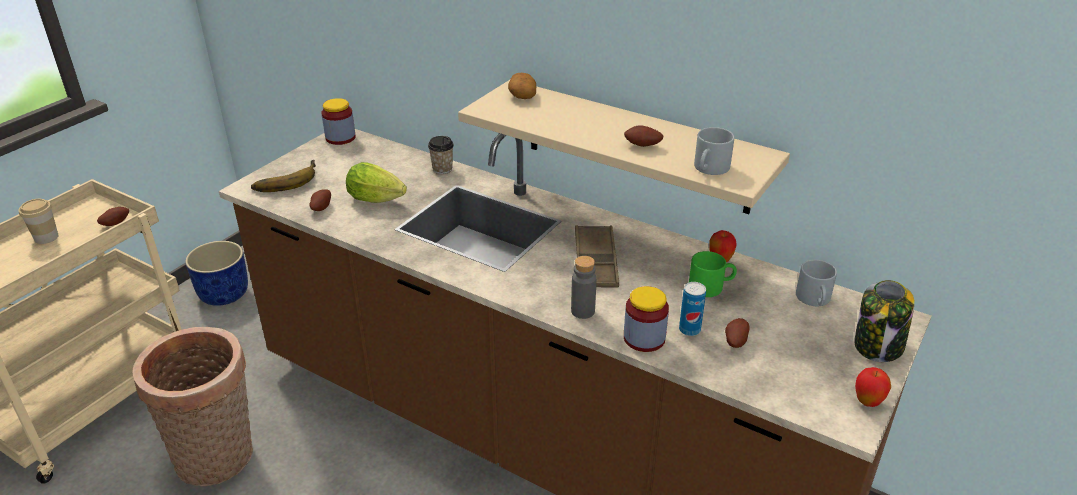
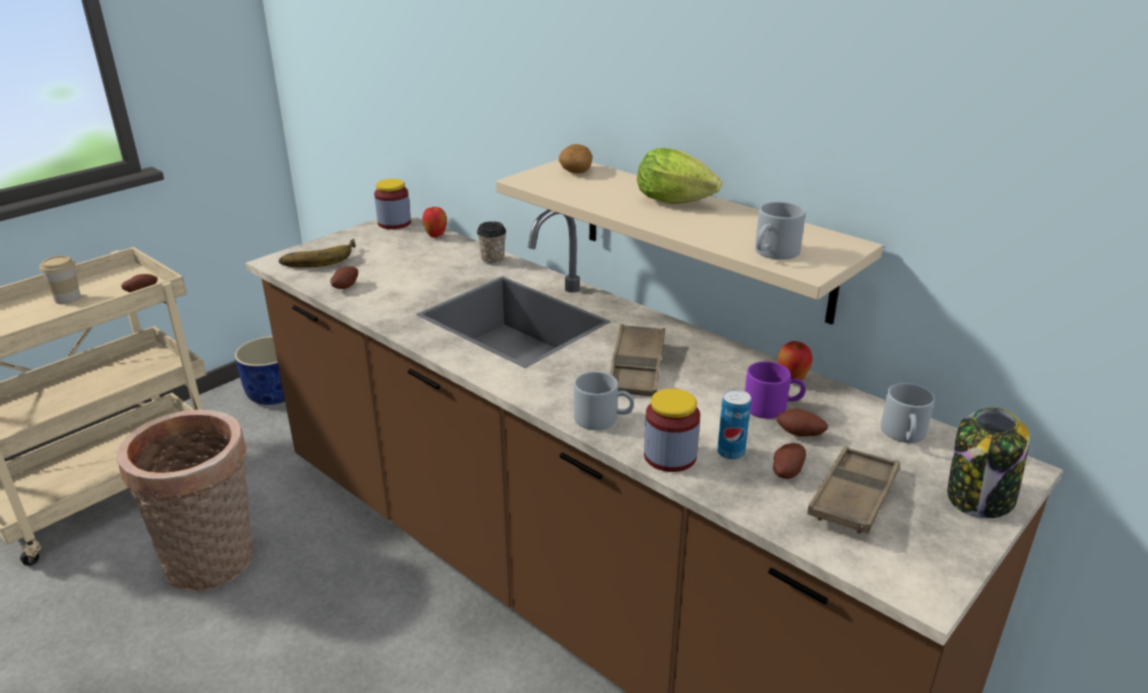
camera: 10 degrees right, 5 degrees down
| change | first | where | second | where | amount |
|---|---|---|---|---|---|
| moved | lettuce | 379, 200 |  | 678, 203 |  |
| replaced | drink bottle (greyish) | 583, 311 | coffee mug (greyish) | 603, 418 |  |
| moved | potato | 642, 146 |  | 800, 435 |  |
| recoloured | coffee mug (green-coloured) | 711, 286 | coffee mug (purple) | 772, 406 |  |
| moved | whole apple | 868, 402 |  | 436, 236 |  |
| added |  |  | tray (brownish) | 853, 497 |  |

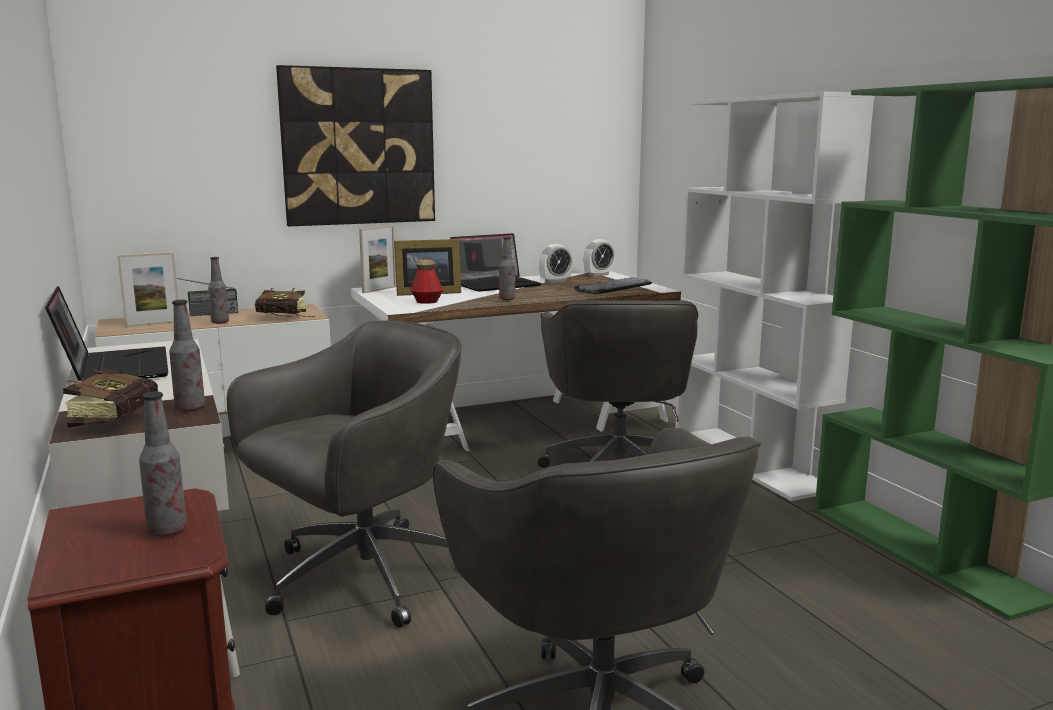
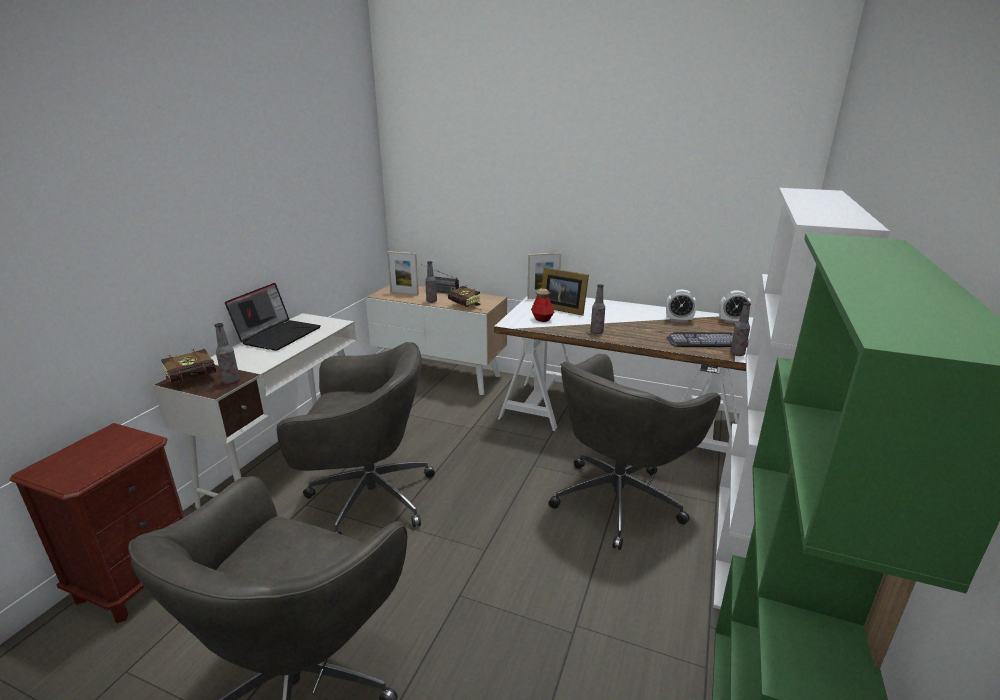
camera: 45 degrees right, 10 degrees up
| change | first | where | second | where | amount |
|---|---|---|---|---|---|
| moved | drink bottle | 167, 531 |  | 737, 354 |  |
| removed | picture | 358, 147 |  |  |  |
| removed | portable computer | 496, 284 |  |  |  |

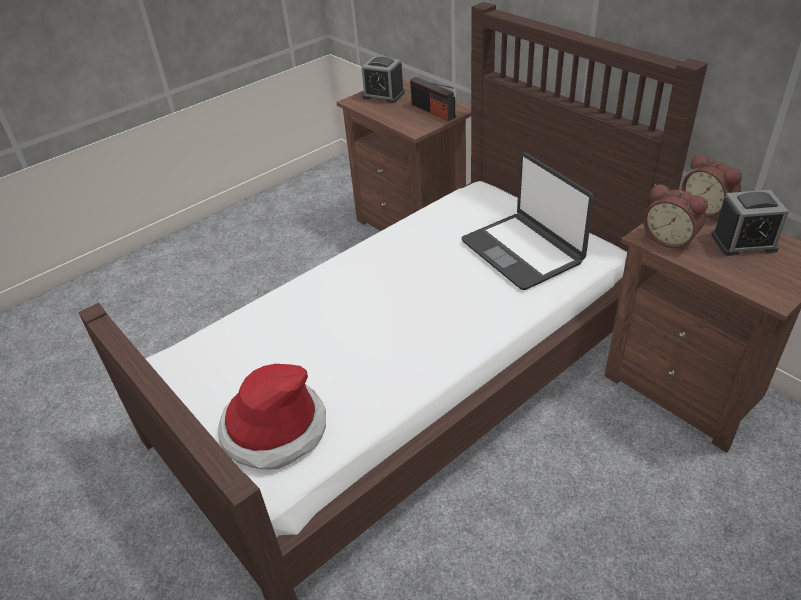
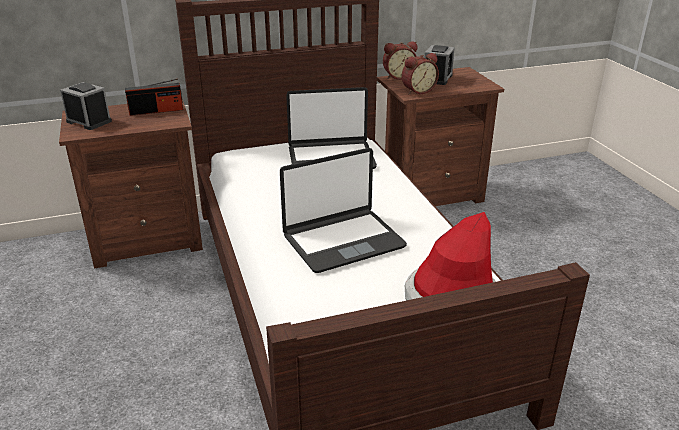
camera: 70 degrees left, 10 degrees down
| change | first | where | second | where | amount |
|---|---|---|---|---|---|
| turned | table clock | 383, 95 |  | 89, 121 | 105 degrees counterclockwise |
| added |  |  | portable computer | 343, 241 |  |

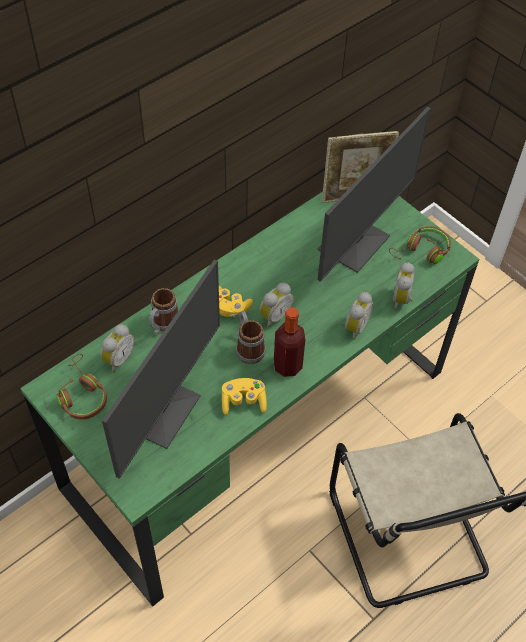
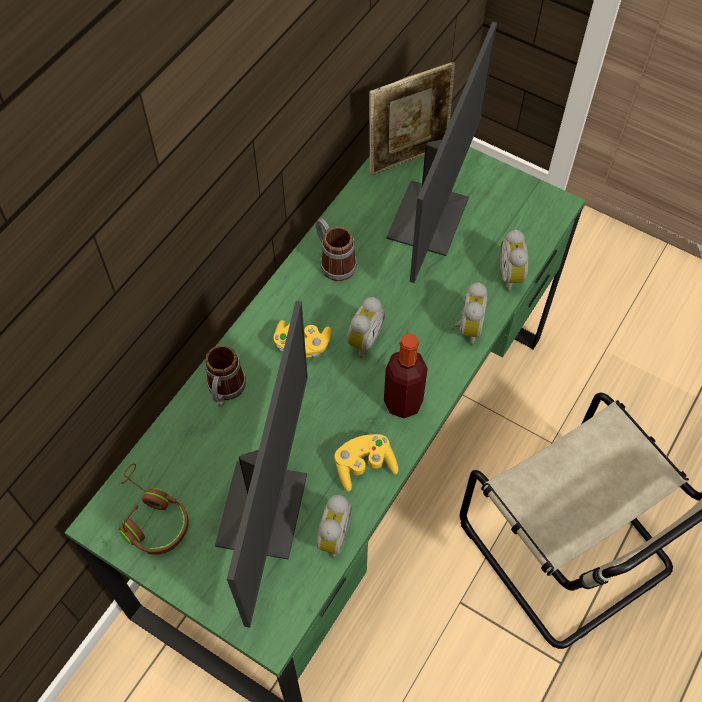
camera: 15 degrees left, 5 degrees up
| change | first | where | second | where | amount |
|---|---|---|---|---|---|
| moved | table clock | 118, 359 |  | 331, 536 |  |
| moved | coffee mug | 248, 347 |  | 334, 262 |  |
| removed | pair of headphones (brownish) | 421, 252 |  |  |  |

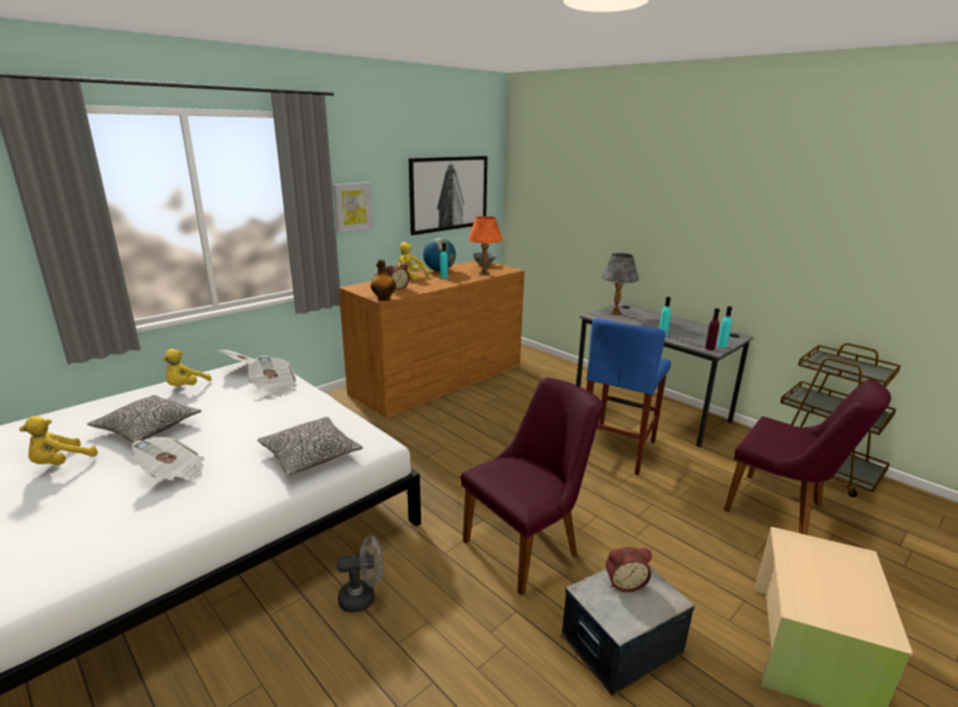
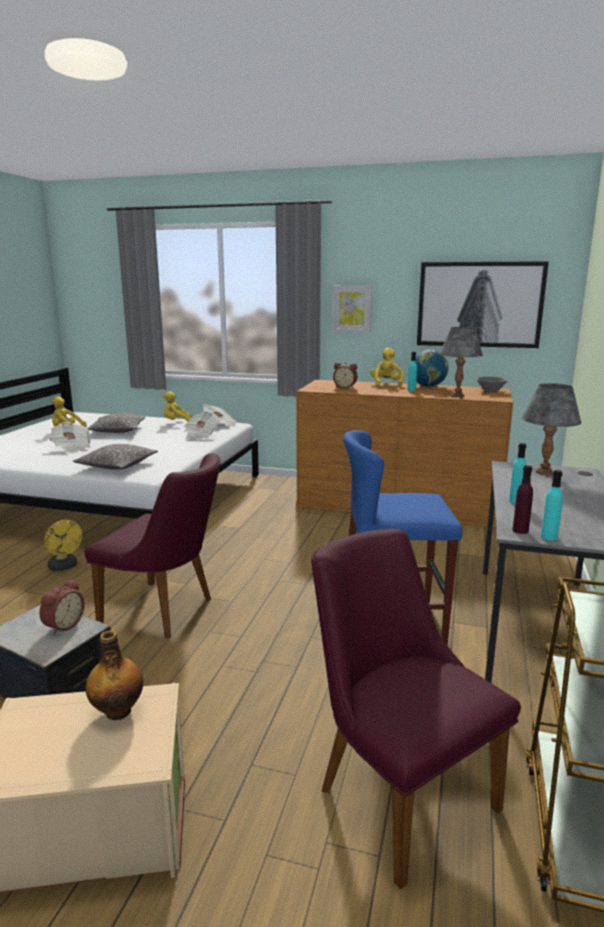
camera: 60 degrees right, 5 degrees down
| change | first | where | second | where | amount |
|---|---|---|---|---|---|
| recoloured | electric fan (greyish) | 363, 598 | electric fan (yellowish) | 65, 567 |  |
| moved | drink bottle | 383, 298 |  | 118, 710 |  |
| recoloured | tabletop lamp (orange-coloured) | 484, 273 | tabletop lamp (greyish) | 458, 395 |  |
| turned | table clock | 624, 583 |  | 62, 625 | 120 degrees counterclockwise |
| turned | plain chair (purple) | 783, 510 |  | 395, 789 | 135 degrees clockwise |

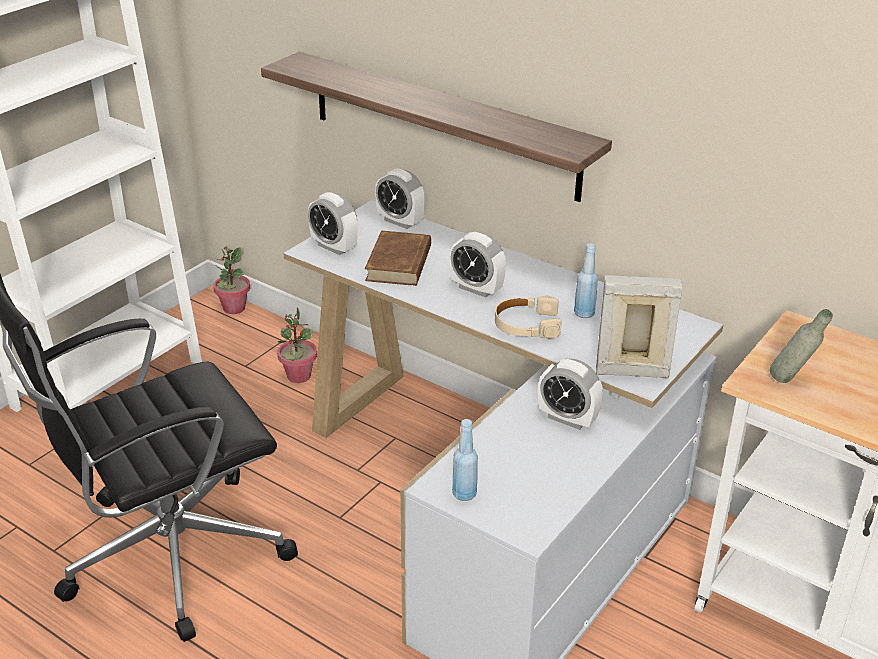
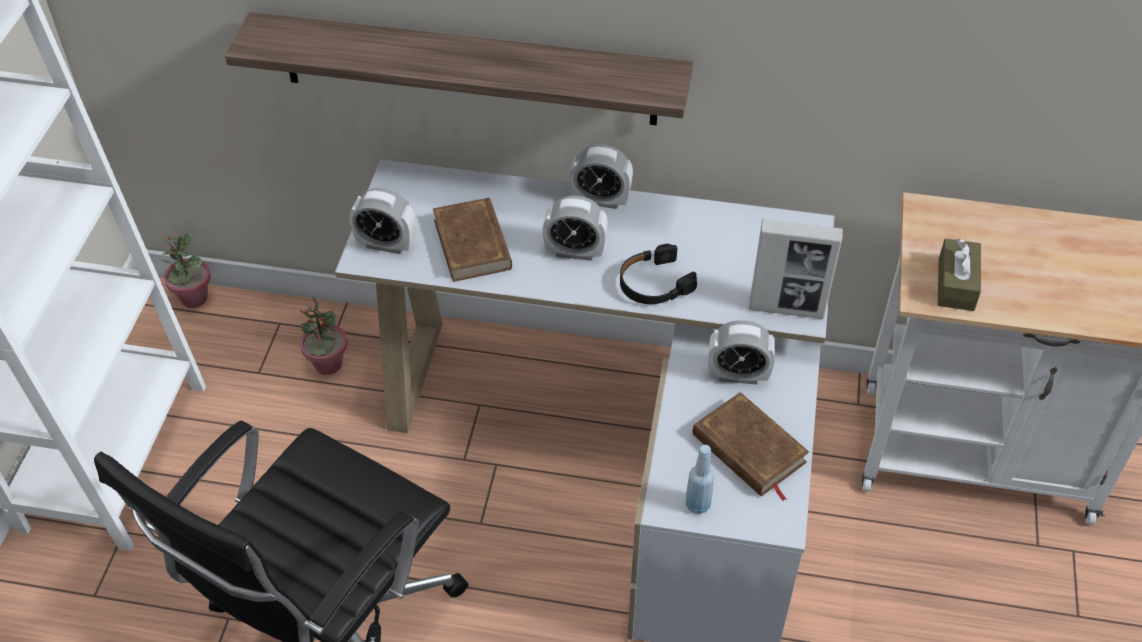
camera: 25 degrees left, 15 degrees up
| change | first | where | second | where | amount |
|---|---|---|---|---|---|
| moved | table clock | 400, 221 |  | 600, 200 |  |
| recoloured | pair of headphones (beige) | 526, 325 | pair of headphones (blackish) | 654, 284 |  |
| removed | drink bottle (blue-coloured) | 584, 313 |  |  |  |
| turned | photo frame | 631, 372 |  | 787, 309 | 150 degrees counterclockwise |
| replaced | drink bottle (greyish) | 791, 382 | box of tissues (brownish) | 956, 284 |  |
| added |  |  | bound book (brownish) | 748, 449 |  |

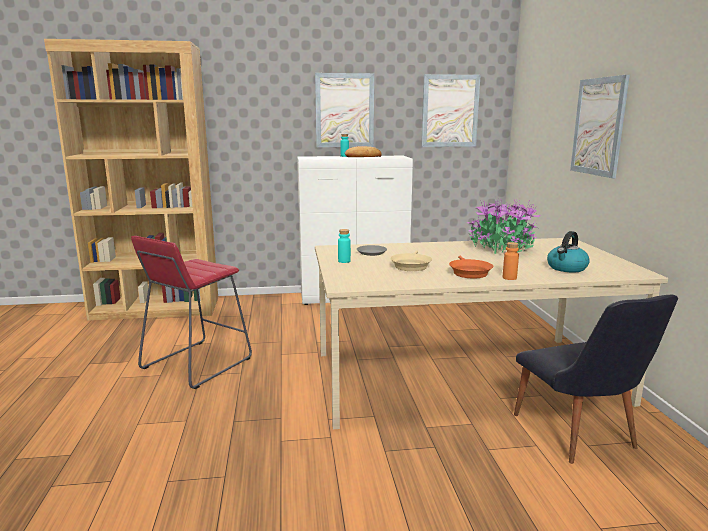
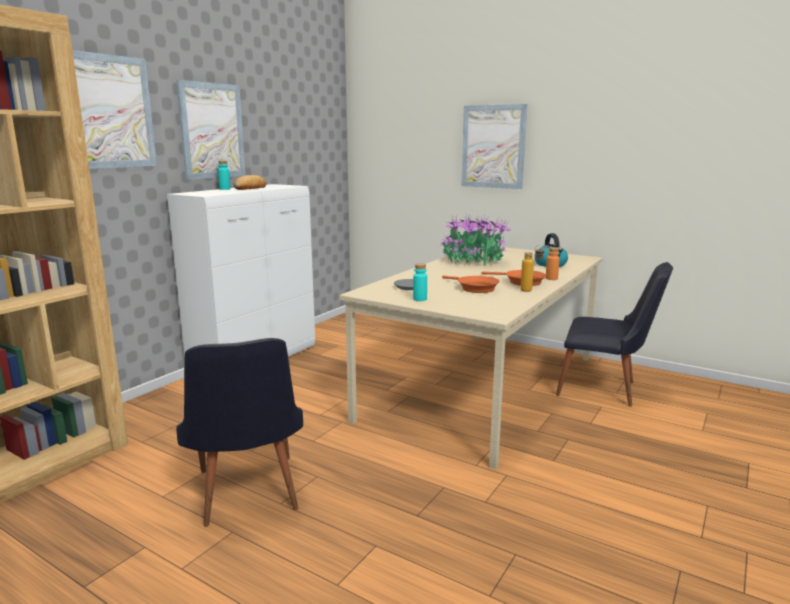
camera: 50 degrees left, 0 degrees up
| change | first | where | second | where | amount |
|---|---|---|---|---|---|
| replaced | sitting stool (red) | 197, 364 | plain chair (blackish) | 247, 497 |  |
| recoloured | frying pan (beige) | 411, 266 | frying pan (orange-coloured) | 474, 288 |  |
| moved | picture | 450, 111 |  | 109, 112 |  |
| added |  |  | drink bottle | 531, 291 |  |

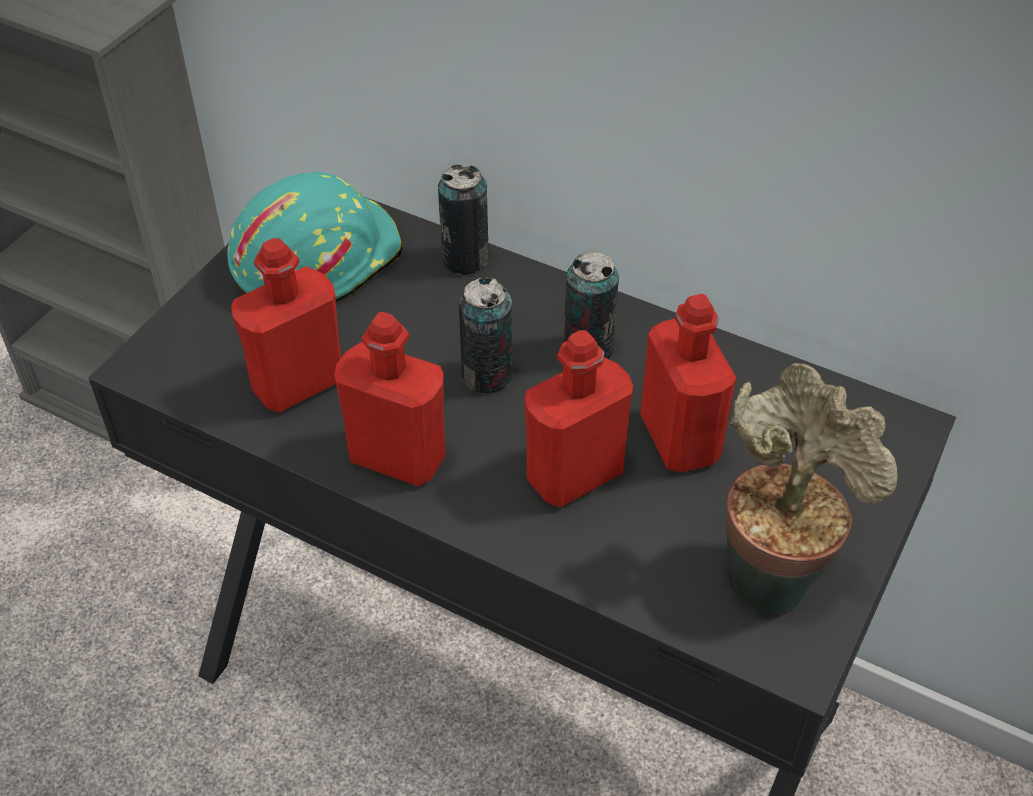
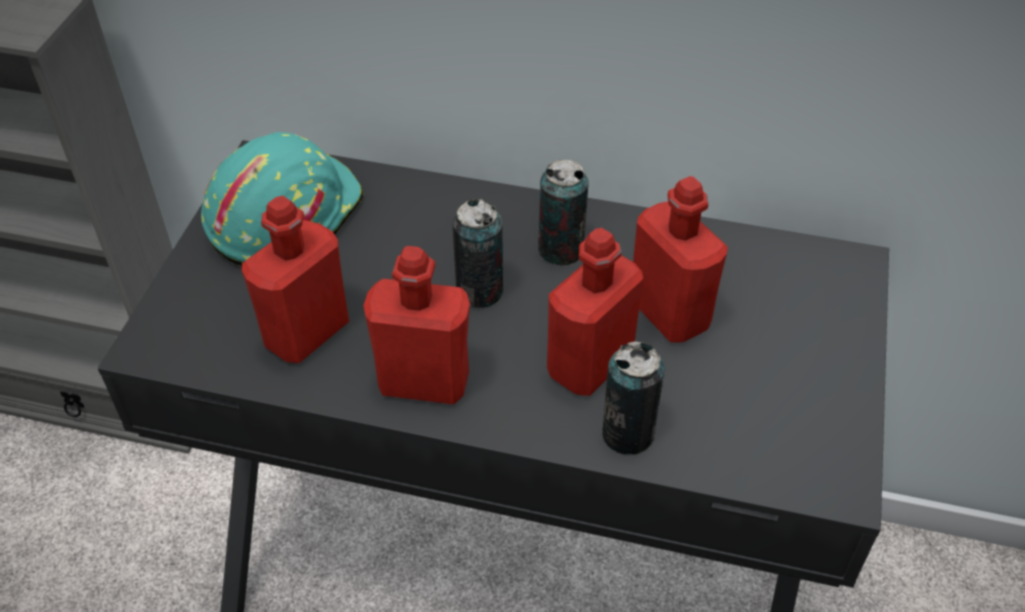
camera: 15 degrees left, 0 degrees up
| change | first | where | second | where | amount |
|---|---|---|---|---|---|
| moved | can | 465, 259 |  | 627, 433 |  |
| removed | plant in a pot | 774, 574 |  |  |  |

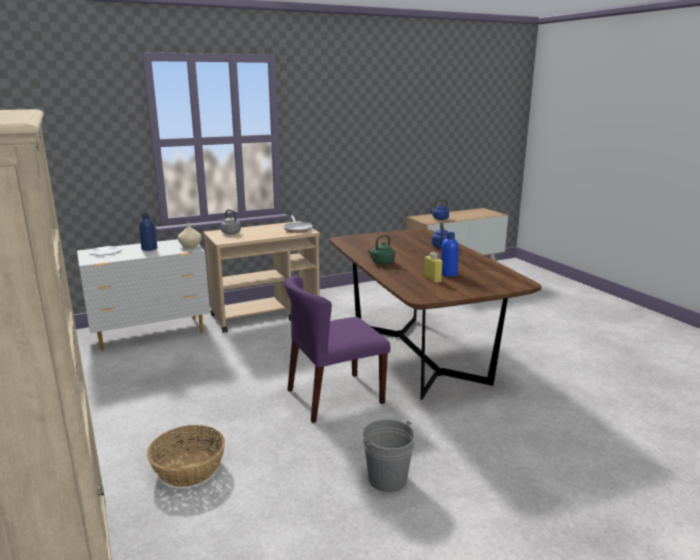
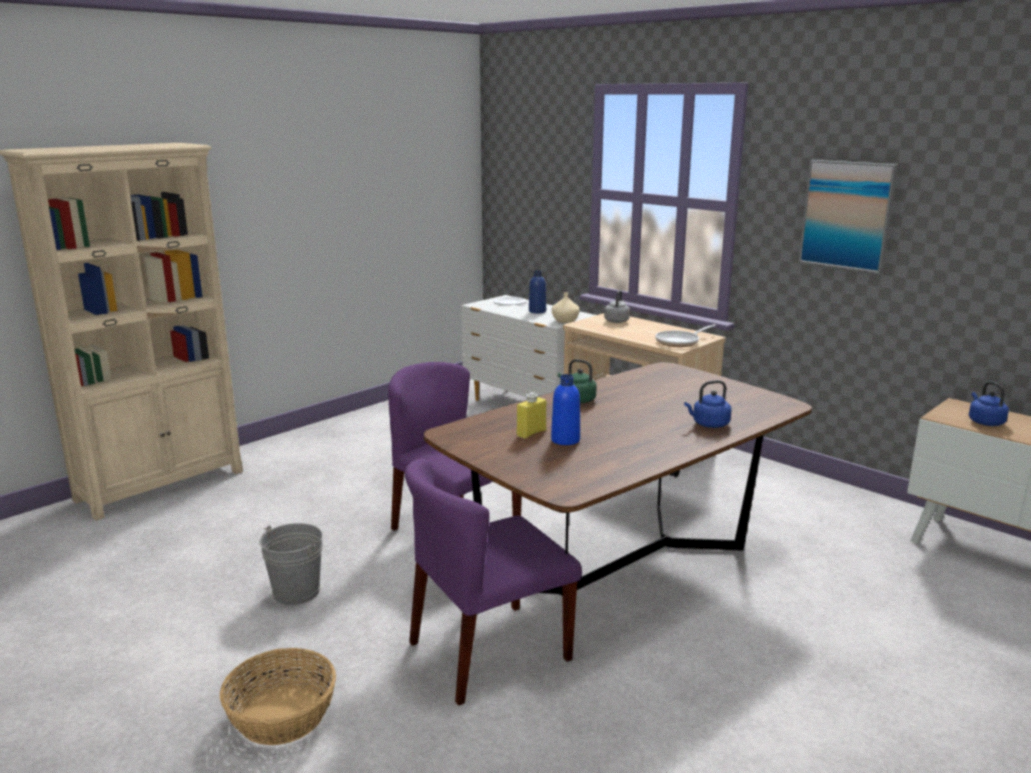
camera: 70 degrees right, 0 degrees up
| change | first | where | second | where | amount |
|---|---|---|---|---|---|
| moved | basket | 188, 468 |  | 282, 715 |  |
| added |  |  | plain chair (purple) | 488, 652 |  |
| added |  |  | picture | 847, 215 |  |

